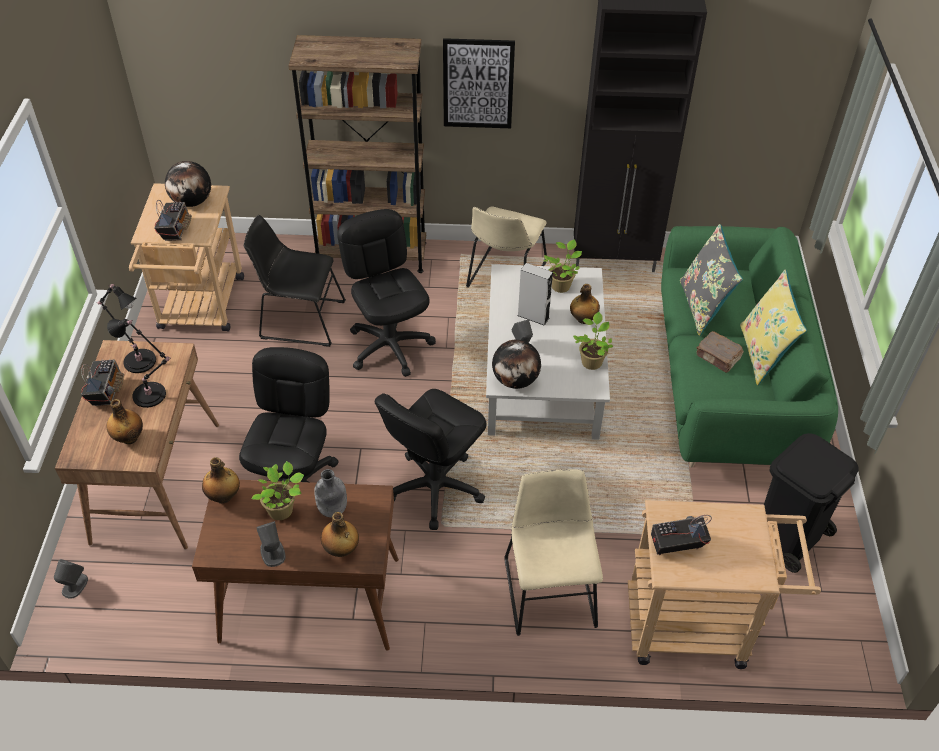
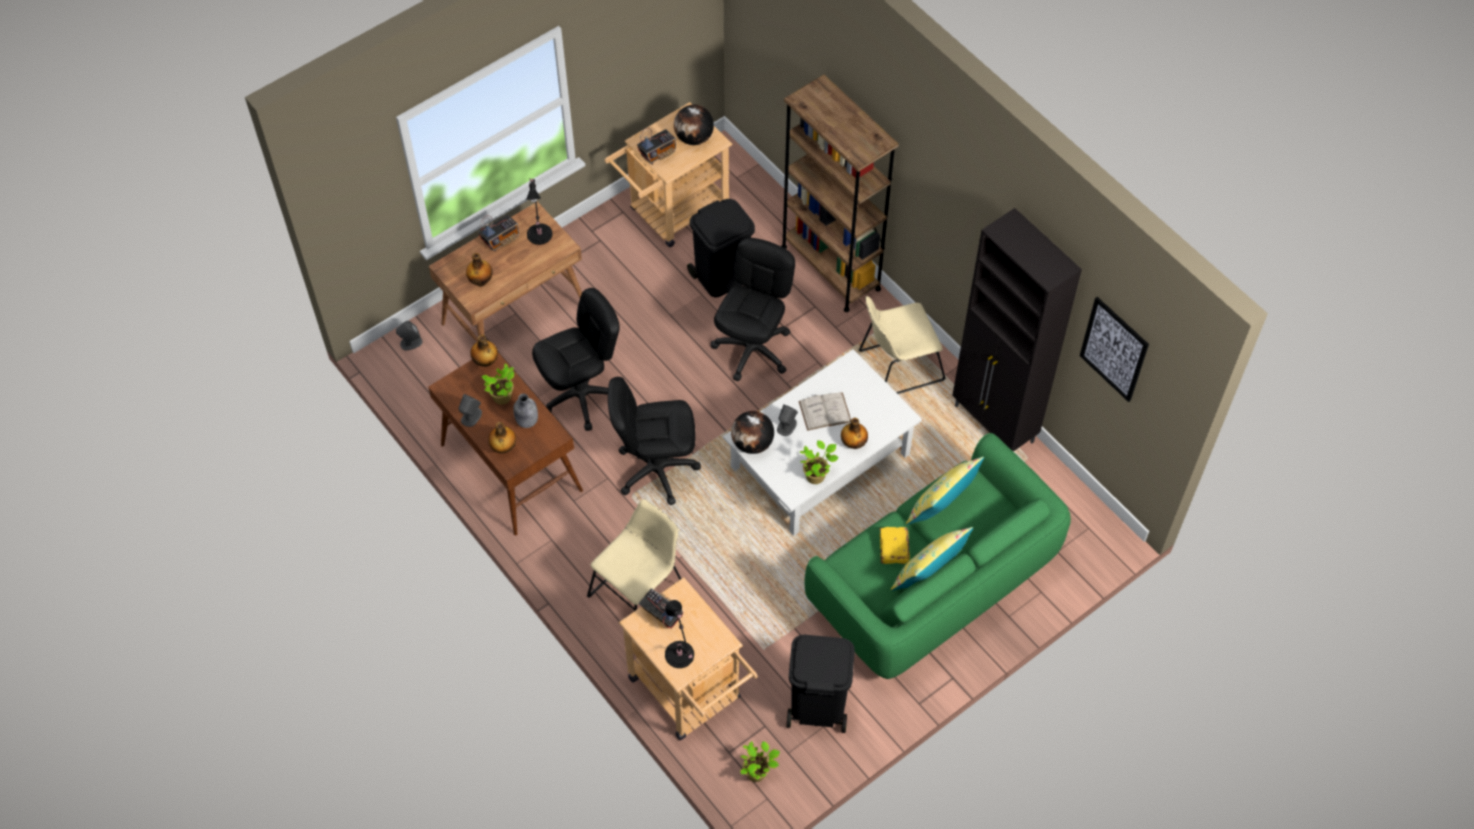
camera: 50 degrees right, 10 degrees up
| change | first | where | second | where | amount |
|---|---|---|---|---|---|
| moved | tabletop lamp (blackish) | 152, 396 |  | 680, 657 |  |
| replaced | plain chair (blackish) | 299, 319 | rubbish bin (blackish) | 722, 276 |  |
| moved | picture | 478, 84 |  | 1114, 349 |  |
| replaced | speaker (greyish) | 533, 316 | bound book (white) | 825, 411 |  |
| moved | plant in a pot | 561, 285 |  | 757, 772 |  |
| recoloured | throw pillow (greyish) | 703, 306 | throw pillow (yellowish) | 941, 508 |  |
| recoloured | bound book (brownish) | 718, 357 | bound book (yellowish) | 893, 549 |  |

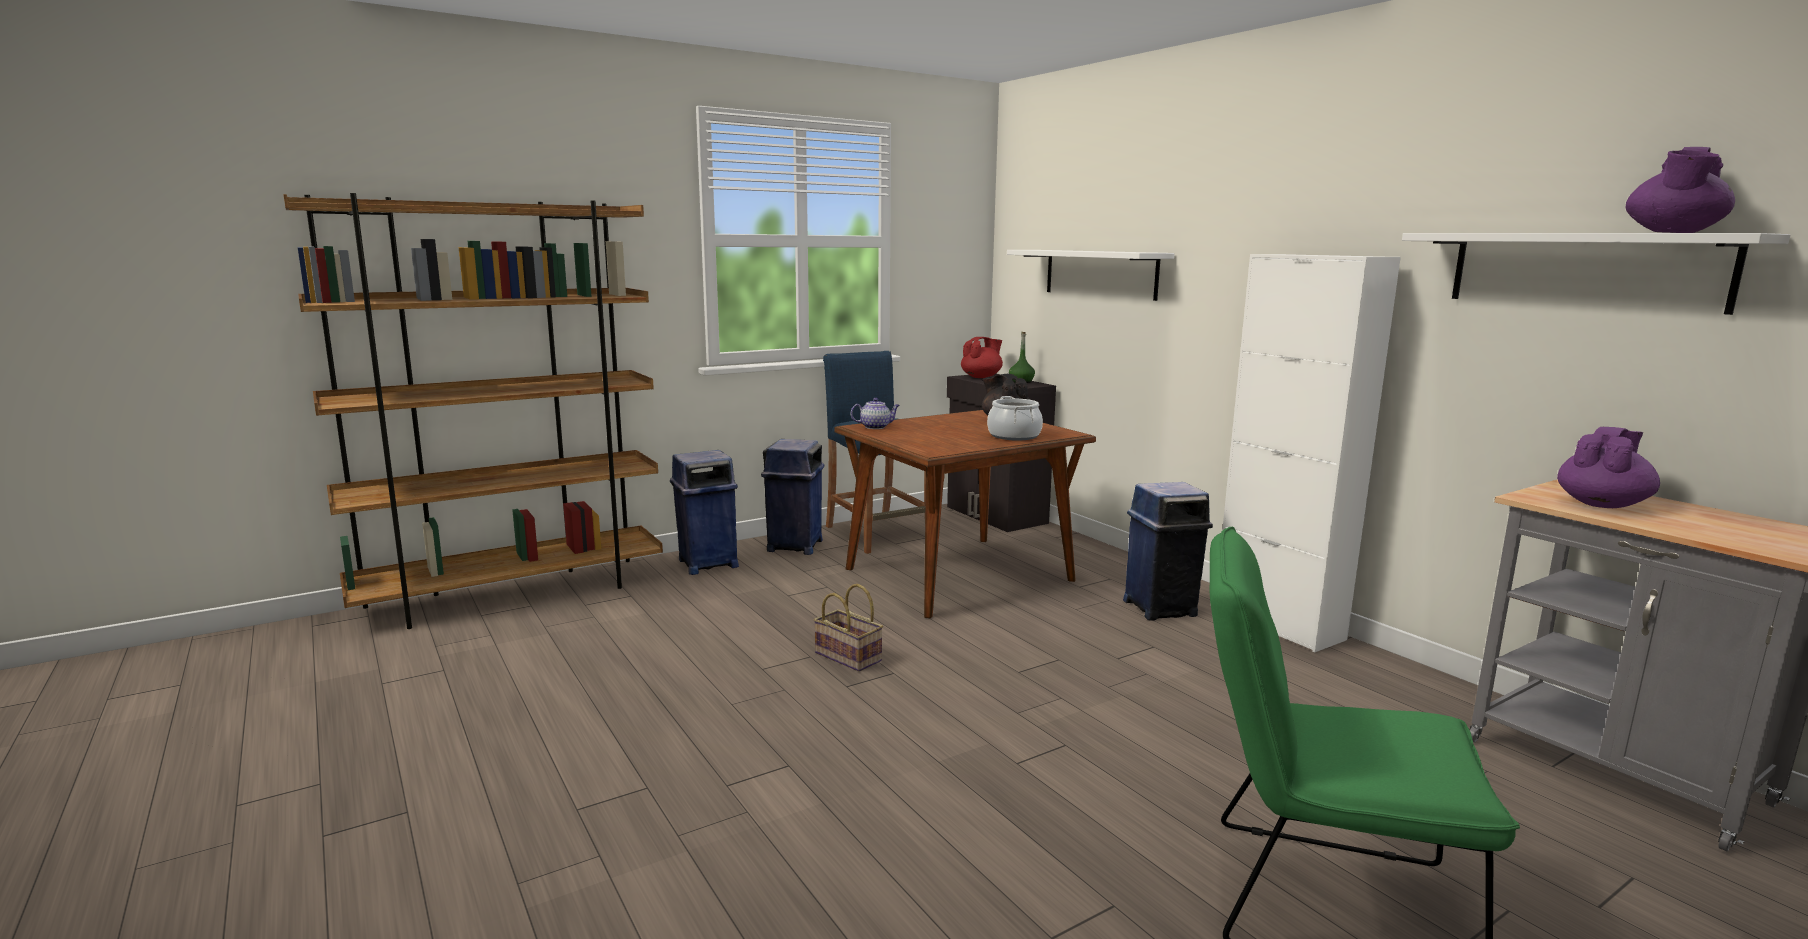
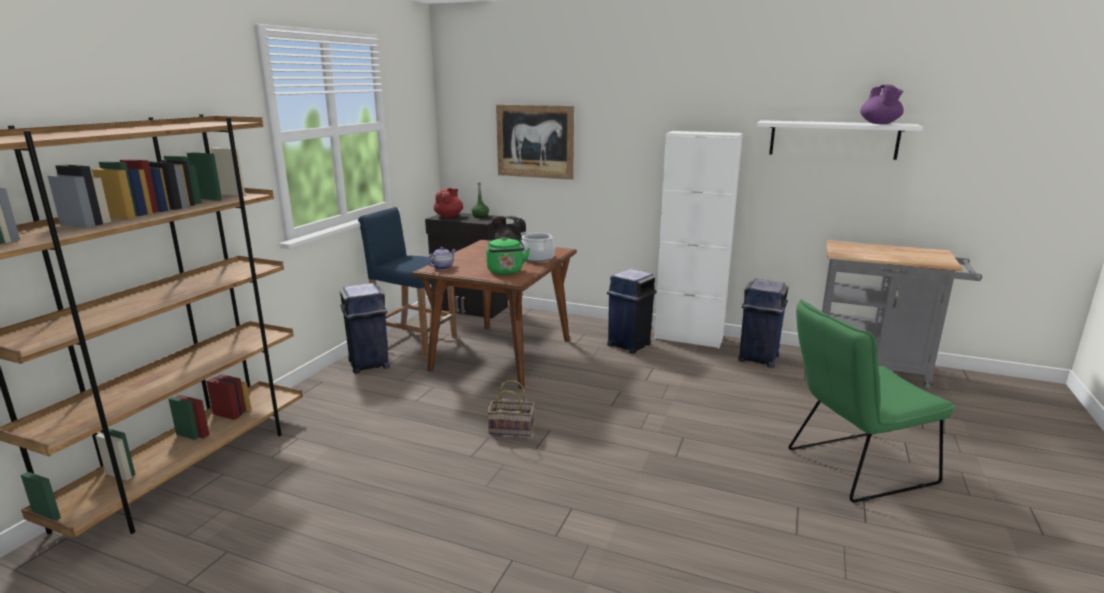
camera: 35 degrees left, 5 degrees up
| change | first | where | second | where | amount |
|---|---|---|---|---|---|
| moved | rubbish bin (blue-coloured) | 707, 564 |  | 758, 358 |  |
| replaced | shelf (white) | 1100, 273 | picture | 535, 141 |  |
| removed | teapot (purple) | 1602, 504 |  |  |  |
| added |  |  | water kettle (green-coloured) | 506, 272 |  |

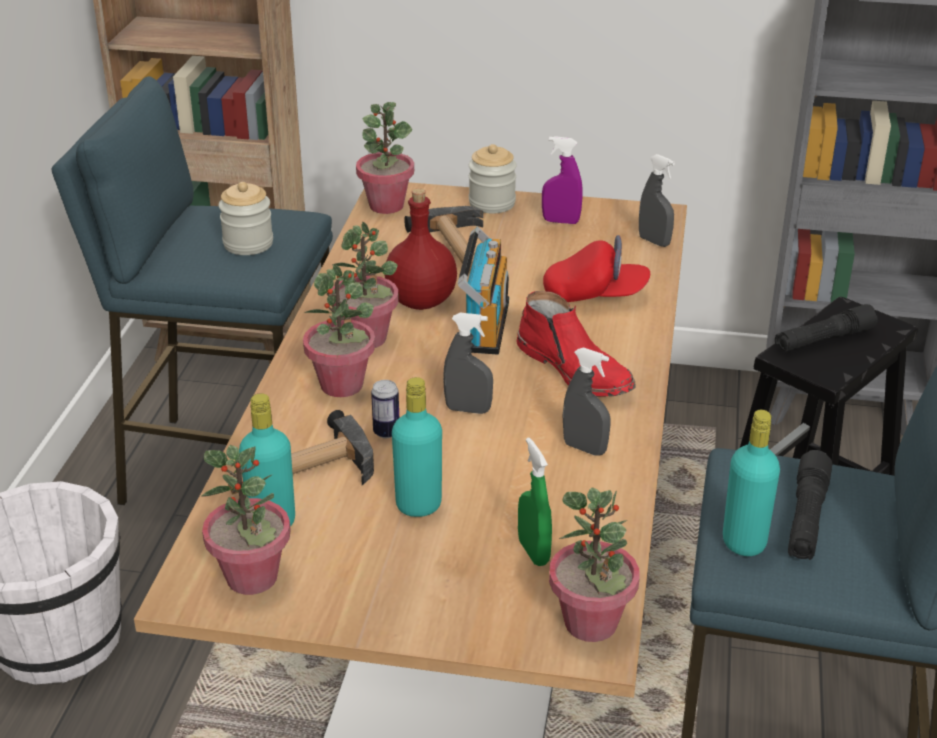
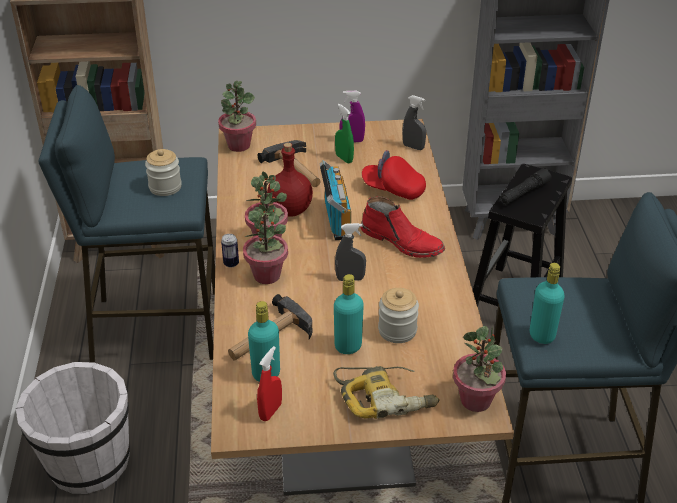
camera: 15 degrees left, 5 degrees up
| change | first | where | second | where | amount |
|---|---|---|---|---|---|
| replaced | plant in a pot | 252, 577 | spray bottle (red) | 270, 411 |  |
| moved | can | 386, 432 |  | 231, 263 |  |
| moved | jar | 492, 203 |  | 397, 330 |  |
| moved | spray bottle (green-coloured) | 533, 552 |  | 344, 158 |  |
| turned | baseball cap (red) | 595, 295 |  | 393, 189 | 150 degrees counterclockwise |
| removed | spray bottle (greyish) | 584, 448 |  |  |  |
| removed | hand torch (blackish) | 806, 518 |  |  |  |
| added |  |  | drill | 385, 397 |  |

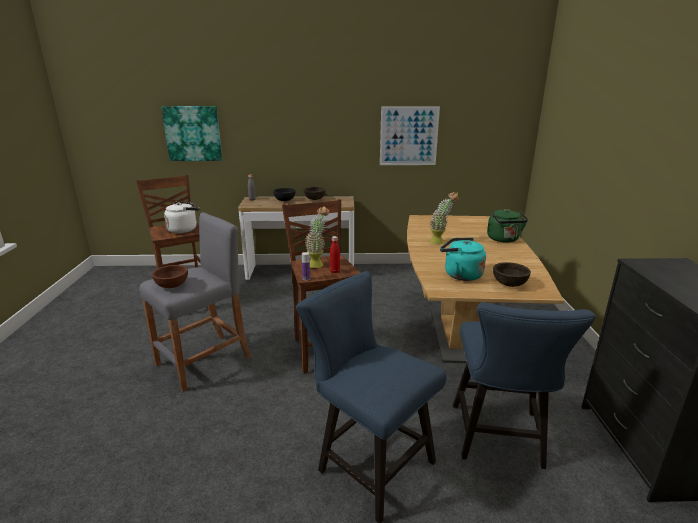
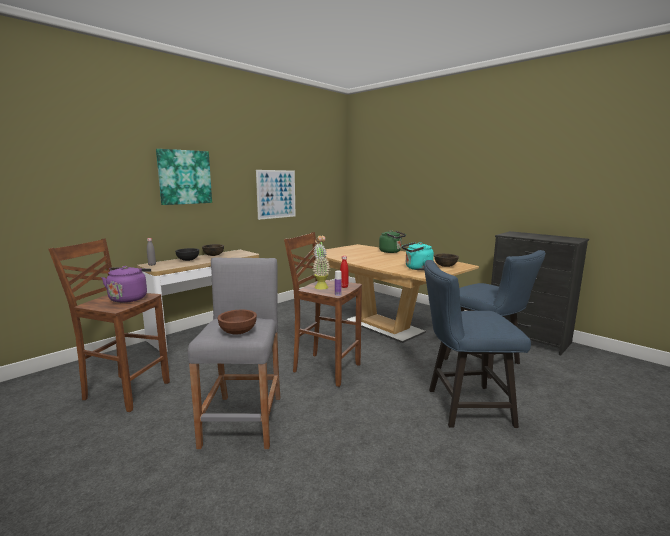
camera: 45 degrees left, 10 degrees down
| change | first | where | second | where | amount |
|---|---|---|---|---|---|
| moved | picture | 193, 133 |  | 184, 177 |  |
| recoloured | water kettle (white) | 184, 229 | water kettle (purple) | 129, 298 |  |
| removed | plant in a pot | 440, 242 |  |  |  |

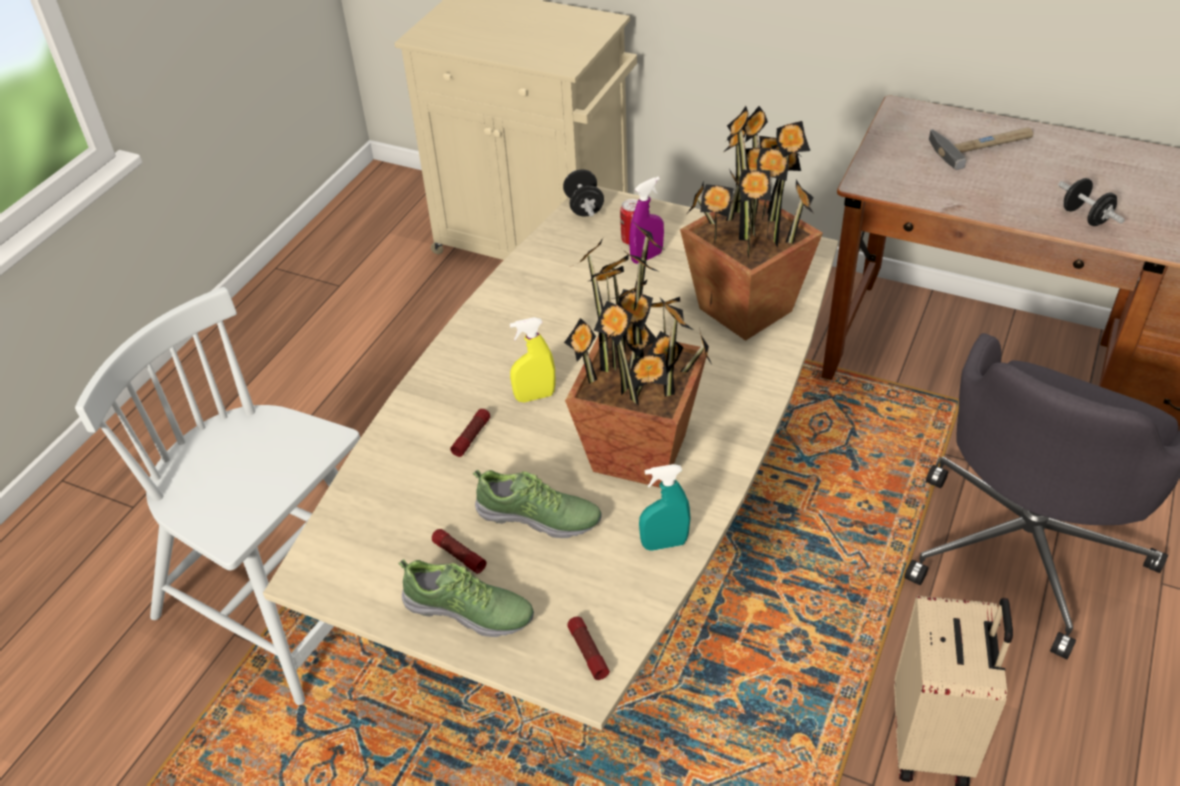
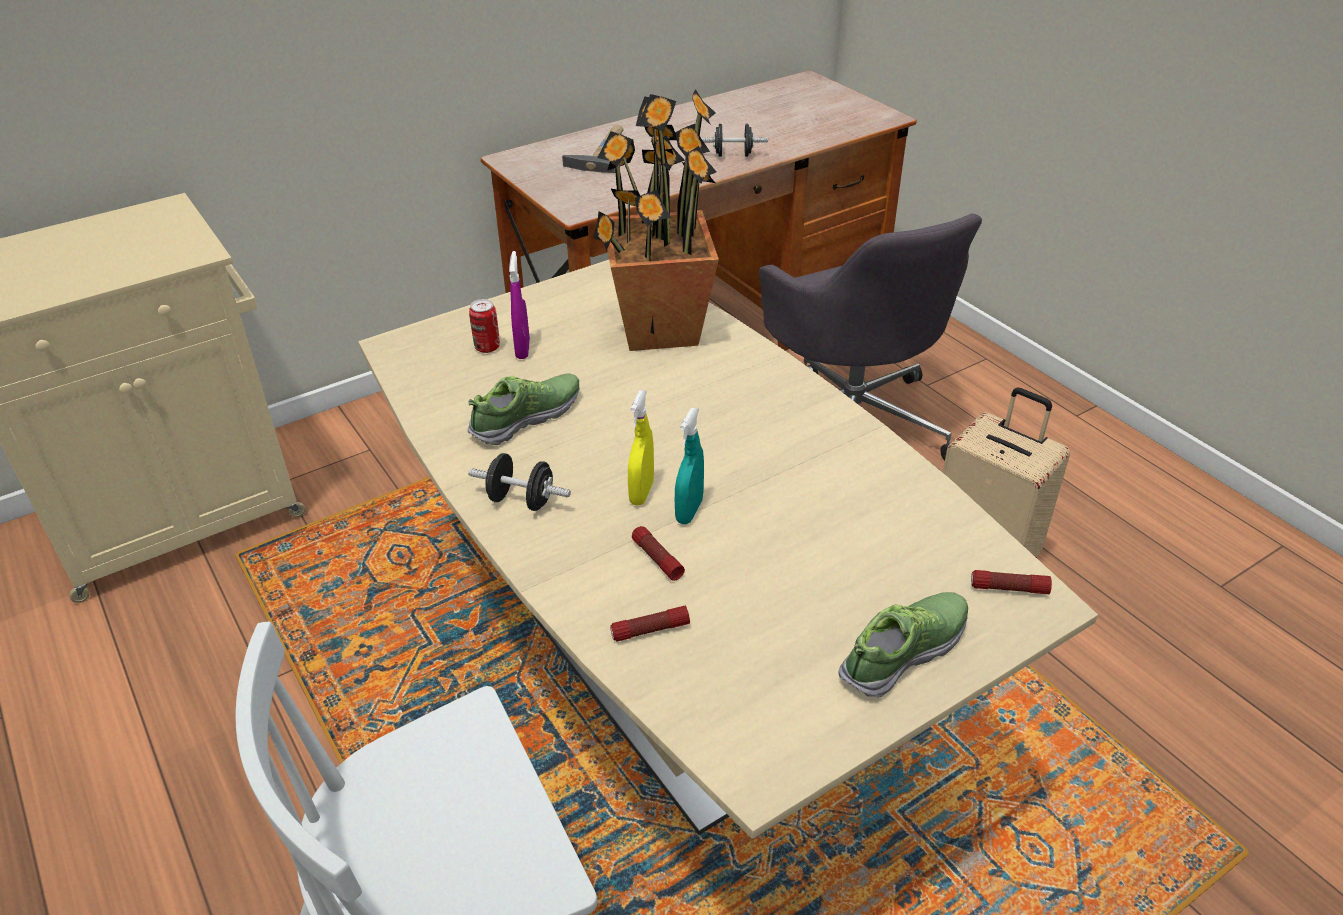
camera: 60 degrees left, 5 degrees down
| change | first | where | second | where | amount |
|---|---|---|---|---|---|
| moved | hand torch | 459, 555 |  | 650, 630 |  |
| moved | shoe | 539, 517 |  | 527, 418 |  |
| moved | dumbbell (blackish) | 584, 207 |  | 521, 500 |  |
| removed | plant in a pot | 639, 455 |  |  |  |
| moved | spray bottle (turquoise) | 664, 544 |  | 689, 511 |  |

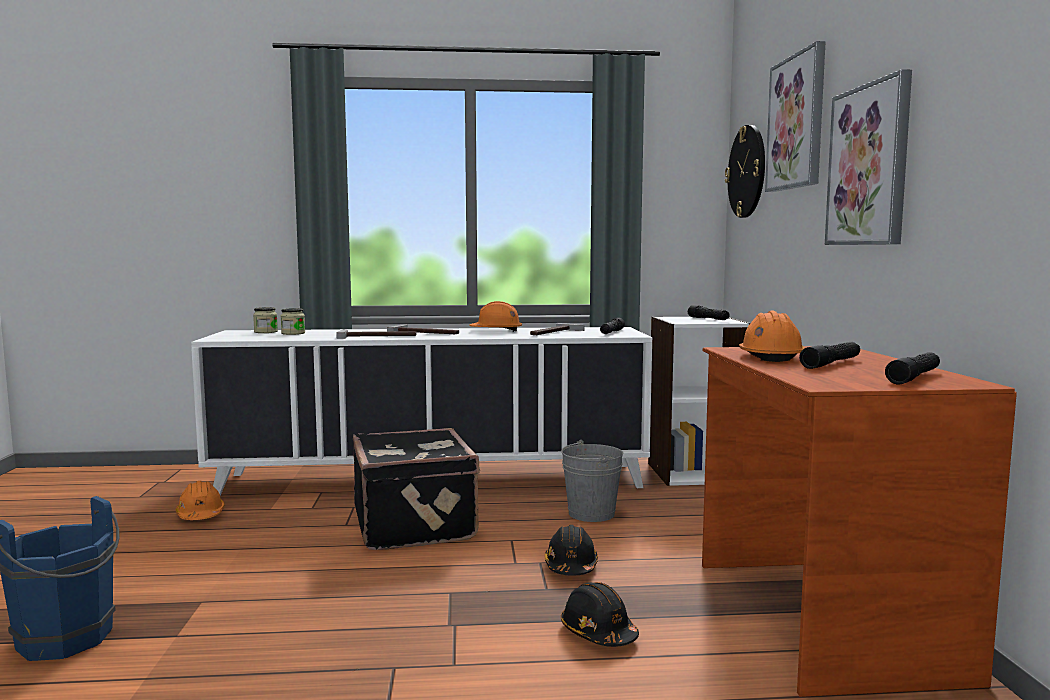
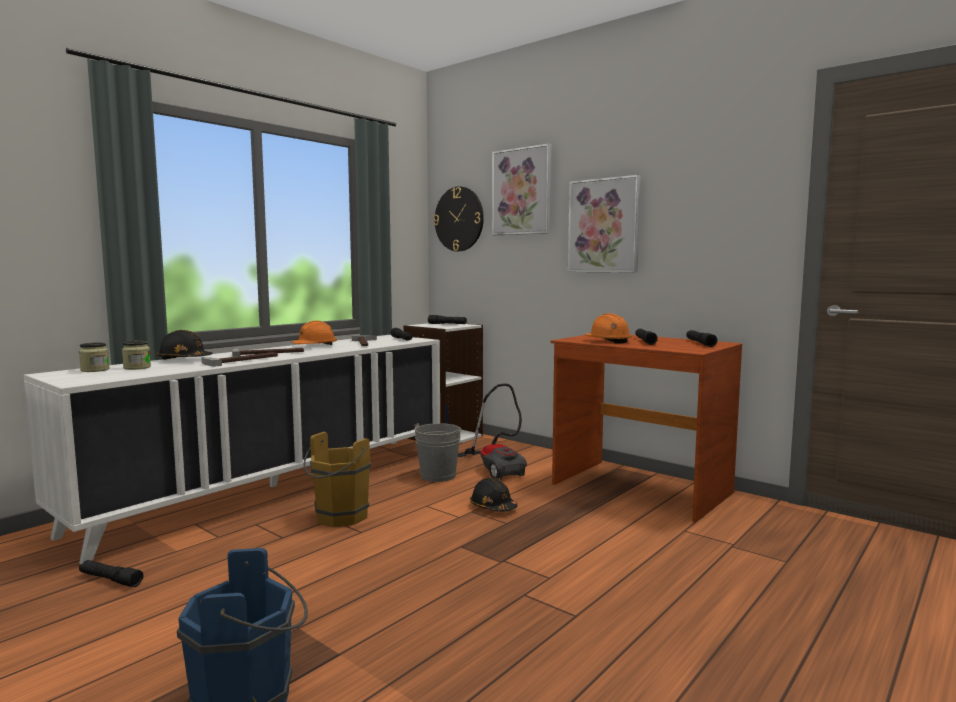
camera: 45 degrees left, 0 degrees up
| change | first | where | second | where | amount |
|---|---|---|---|---|---|
| replaced | safety helmet (orange-coloured) | 200, 515 | hand torch (blackish) | 110, 580 |  |
| replaced | piece of luggage (blackish) | 416, 524 | water bucket (brownish) | 338, 518 |  |
| moved | safety helmet (blackish) | 598, 633 |  | 184, 359 |  |
| added |  |  | vacuum cleaner | 496, 468 |  |

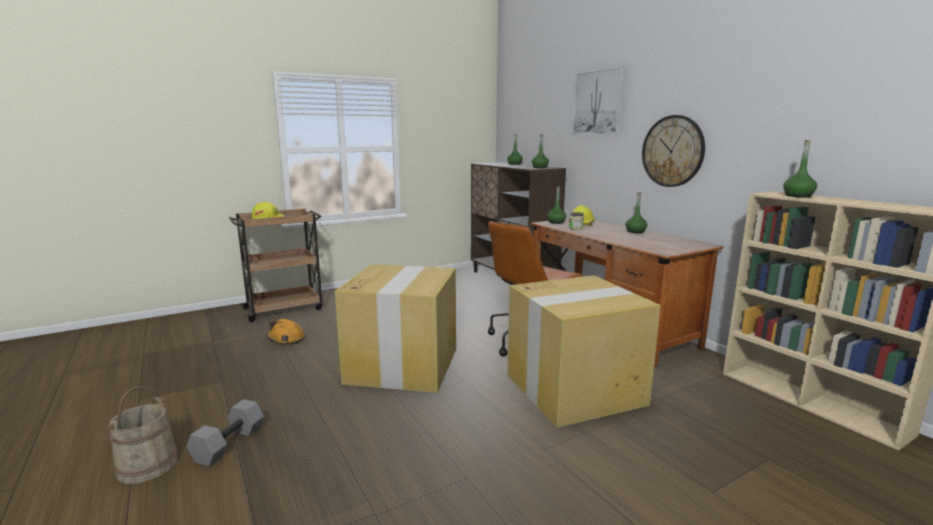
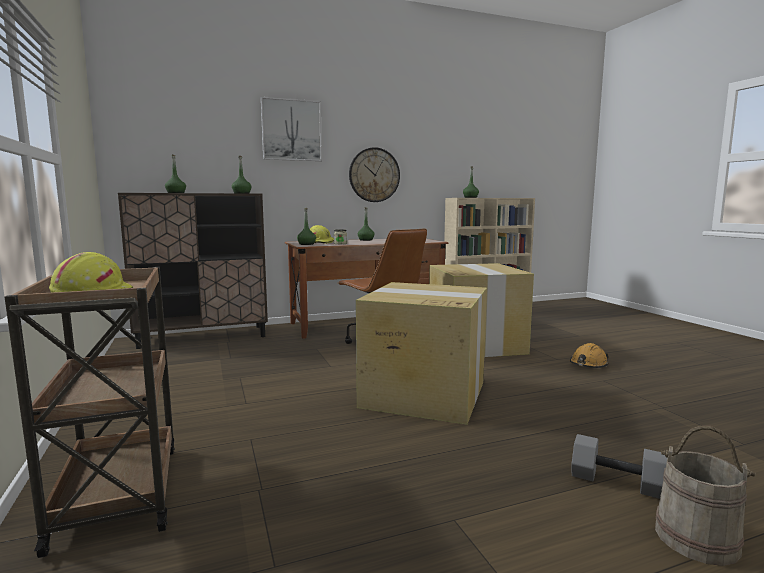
camera: 80 degrees left, 5 degrees down
| change | first | where | second | where | amount |
|---|---|---|---|---|---|
| moved | safety helmet (orange-coloured) | 285, 338 |  | 588, 365 |  |

